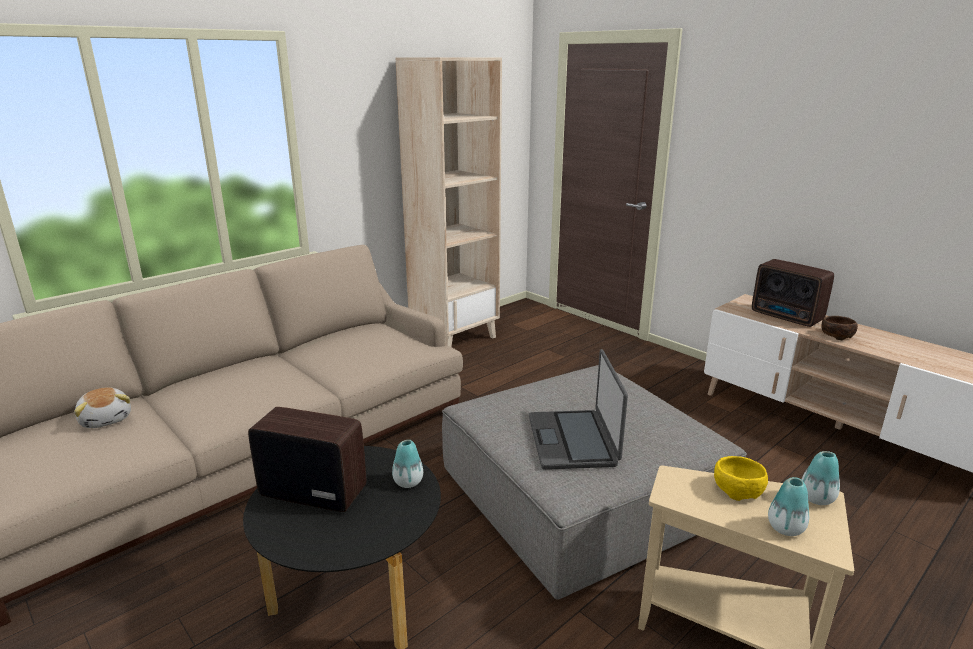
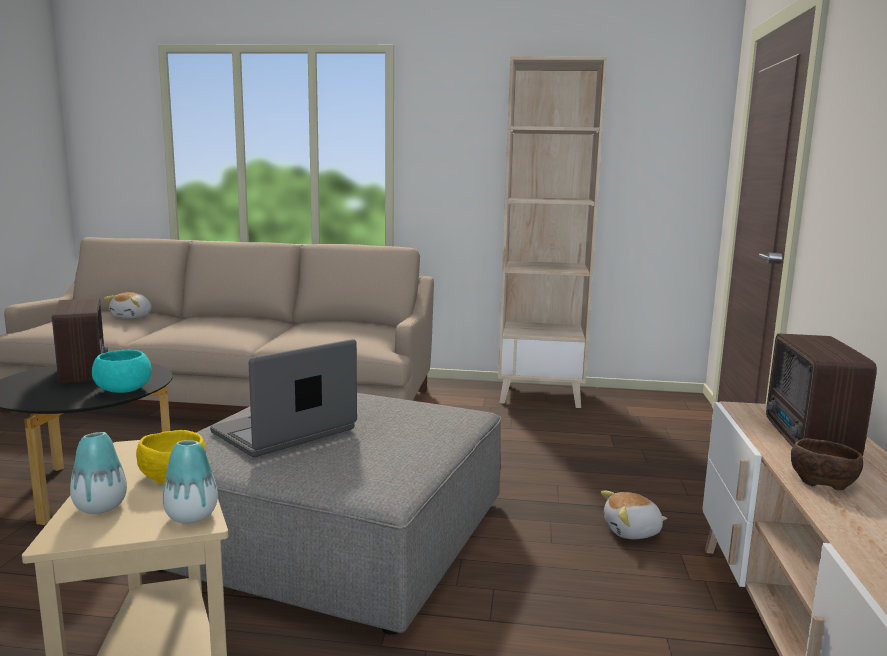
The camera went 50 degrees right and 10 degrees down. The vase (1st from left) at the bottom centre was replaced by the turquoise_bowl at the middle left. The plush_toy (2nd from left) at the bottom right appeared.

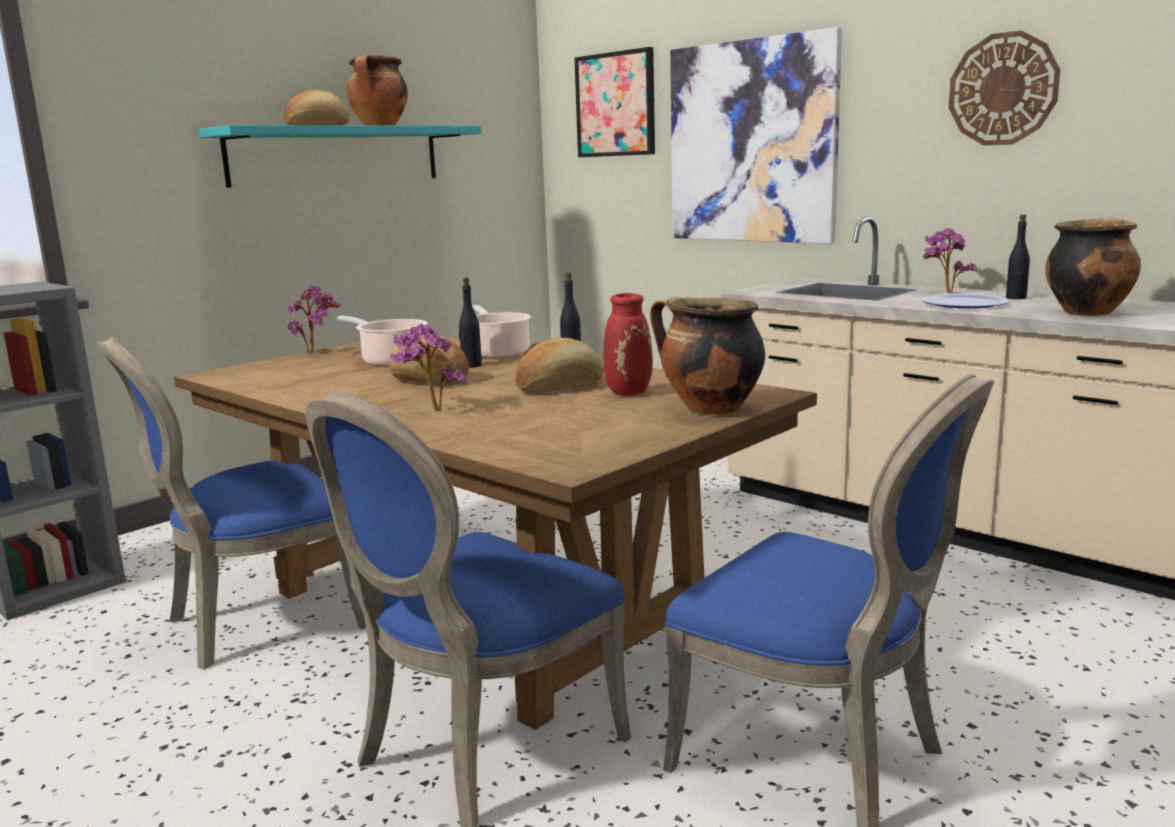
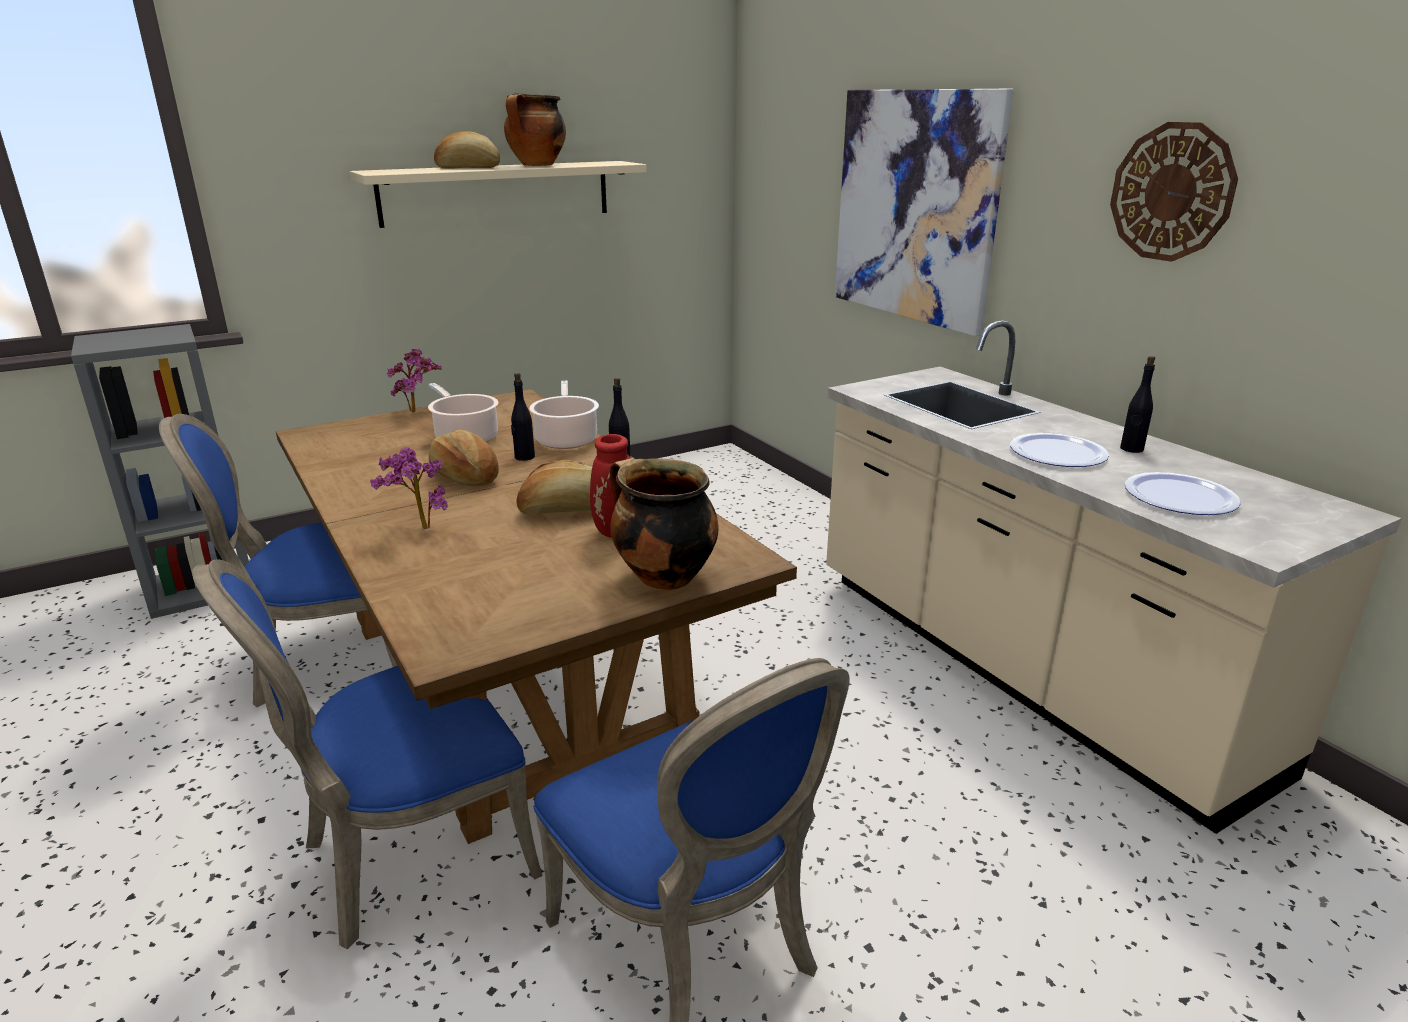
The camera went 15 degrees right and 10 degrees up. The picture (1st from left) at the top centre disappeared. The turquoise_shelf at the top left became the beige_shelf at the top centre. The cooking_pot (5th from left) at the top right was replaced by the plate (2nd from left) at the middle right. The potted_plant (3rd from left) at the top right disappeared.

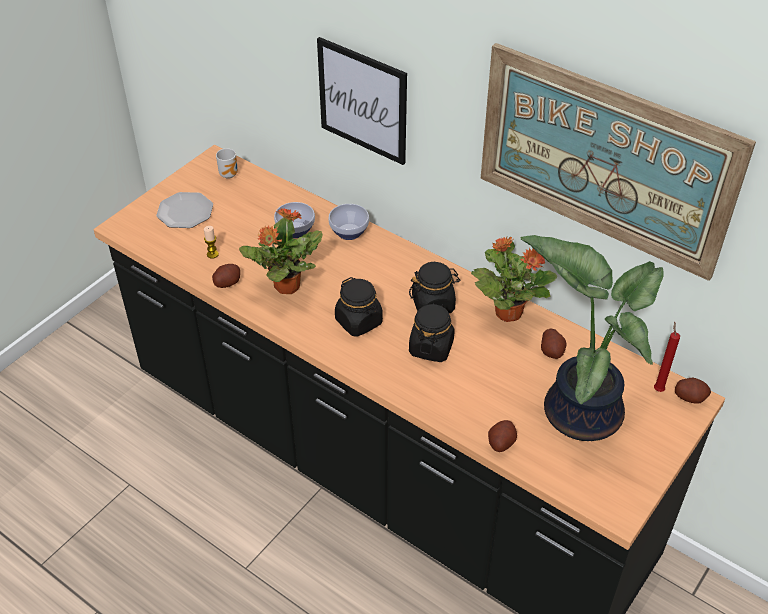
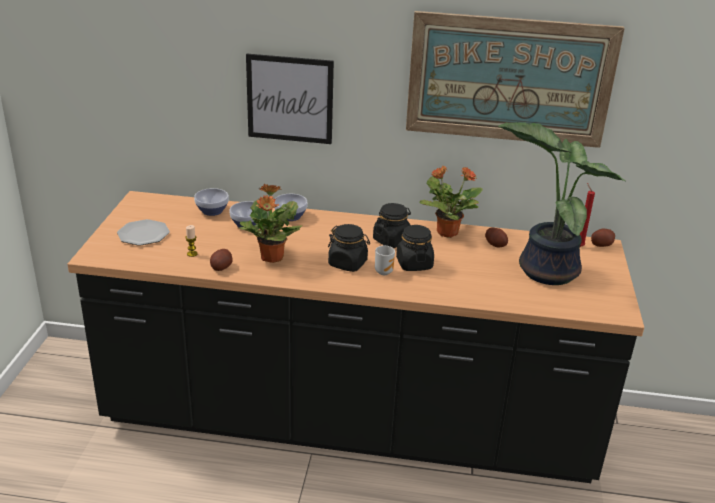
The camera went 30 degrees left and 15 degrees down. The mug moved from the top left to the centre. The potato (2nd from left) at the bottom centre disappeared. The bowl (1st from left) at the middle left appeared.

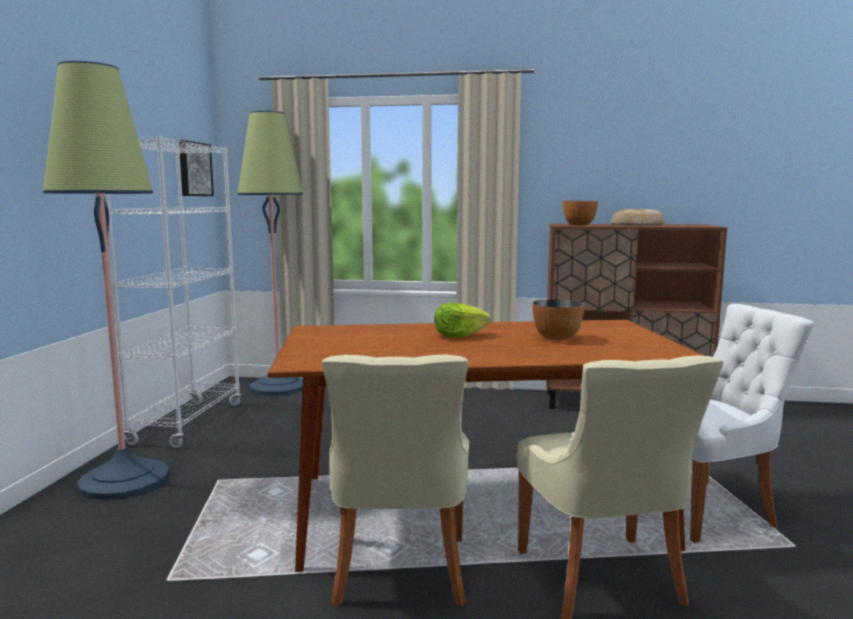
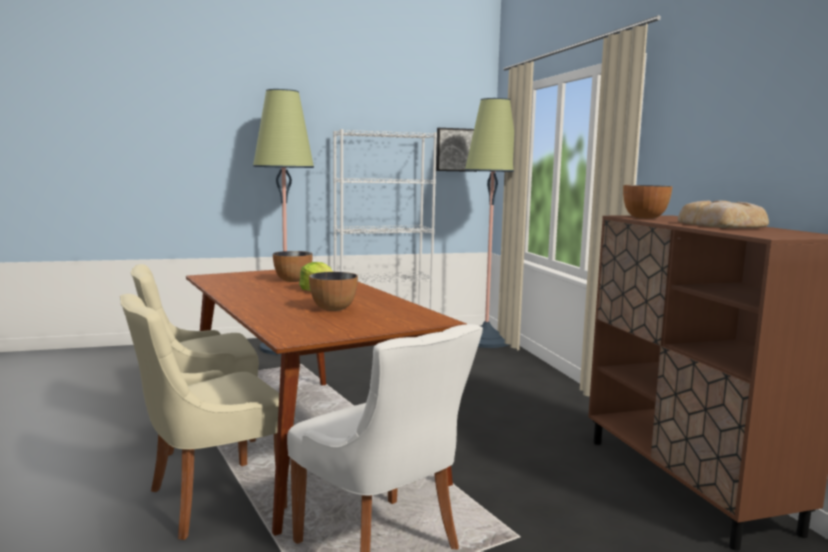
The camera went 65 degrees right and 0 degrees up. The bowl (1st from left) at the centre appeared.

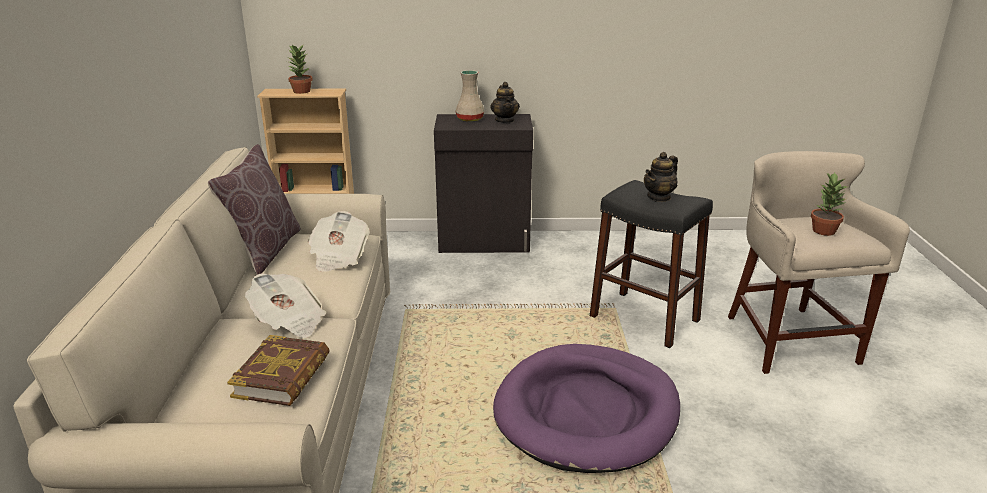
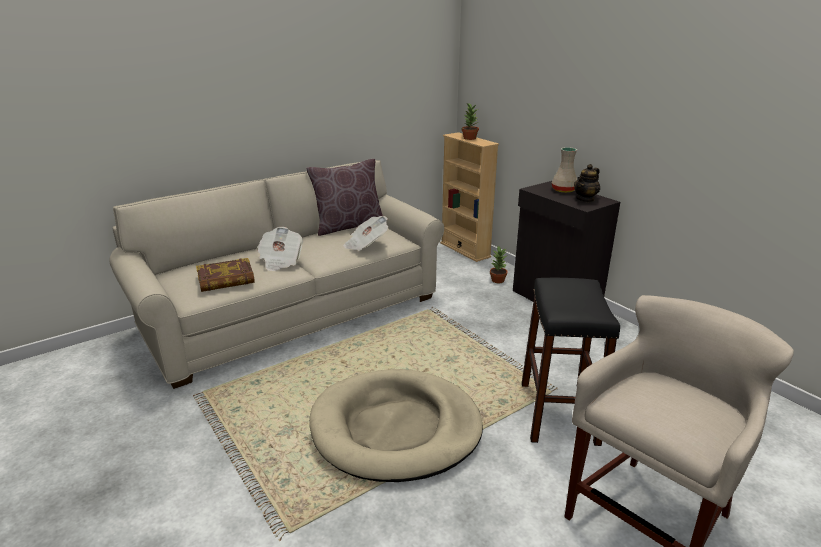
The camera went 55 degrees right and 0 degrees up. The teapot (2nd from left) at the middle right disappeared. The potted_plant (2nd from left) moved from the middle right to the centre. The purple_dog_bed at the bottom centre became the beige_dog_bed at the bottom centre.

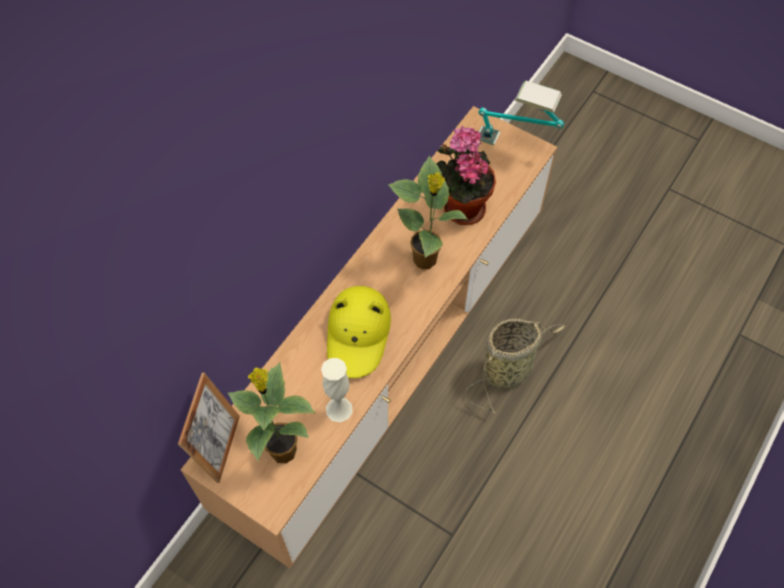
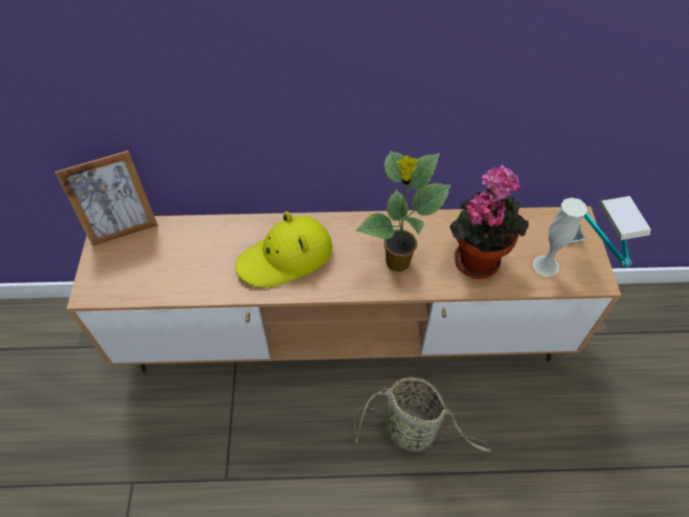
The camera went 55 degrees right and 5 degrees down. The white_vase moved from the centre to the middle right. The potted_plant (1st from left) at the bottom centre disappeared.

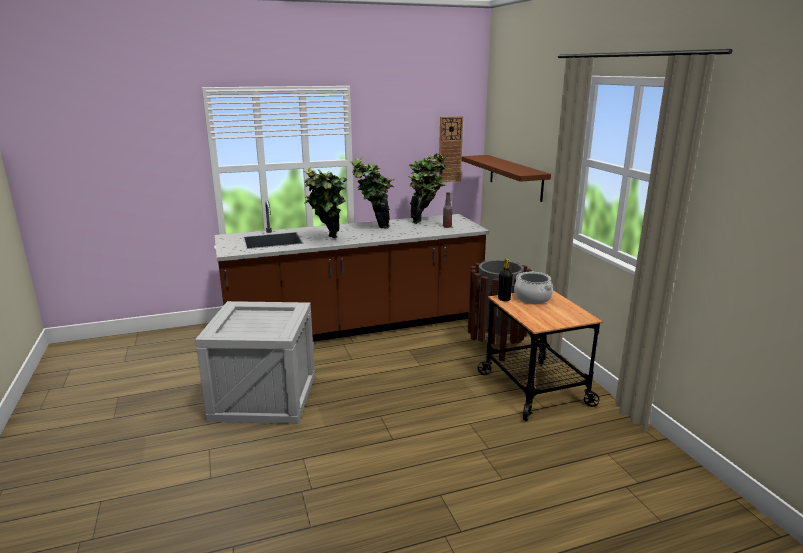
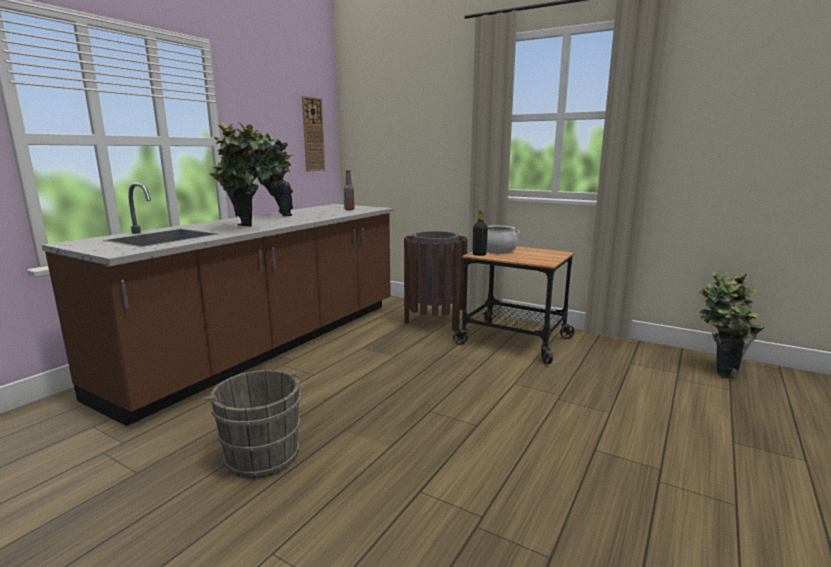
The camera went 40 degrees left and 5 degrees down. The potted_plant (3rd from left) moved from the centre to the middle right. The brown_shelf at the top centre disappeared. The crate at the middle left was replaced by the grey_bucket at the bottom left.

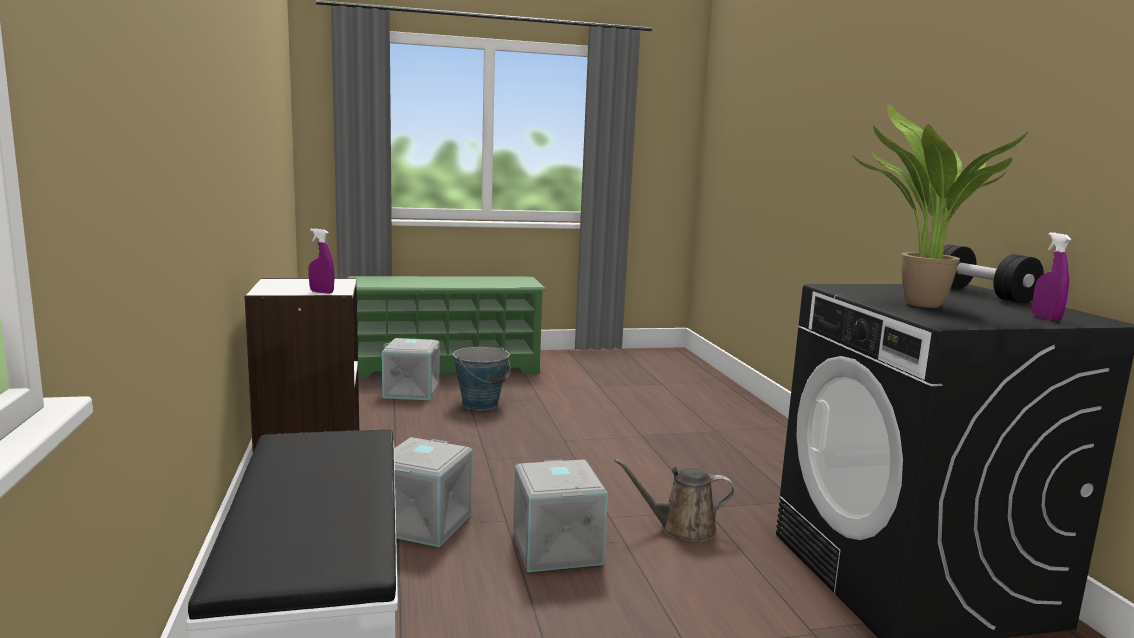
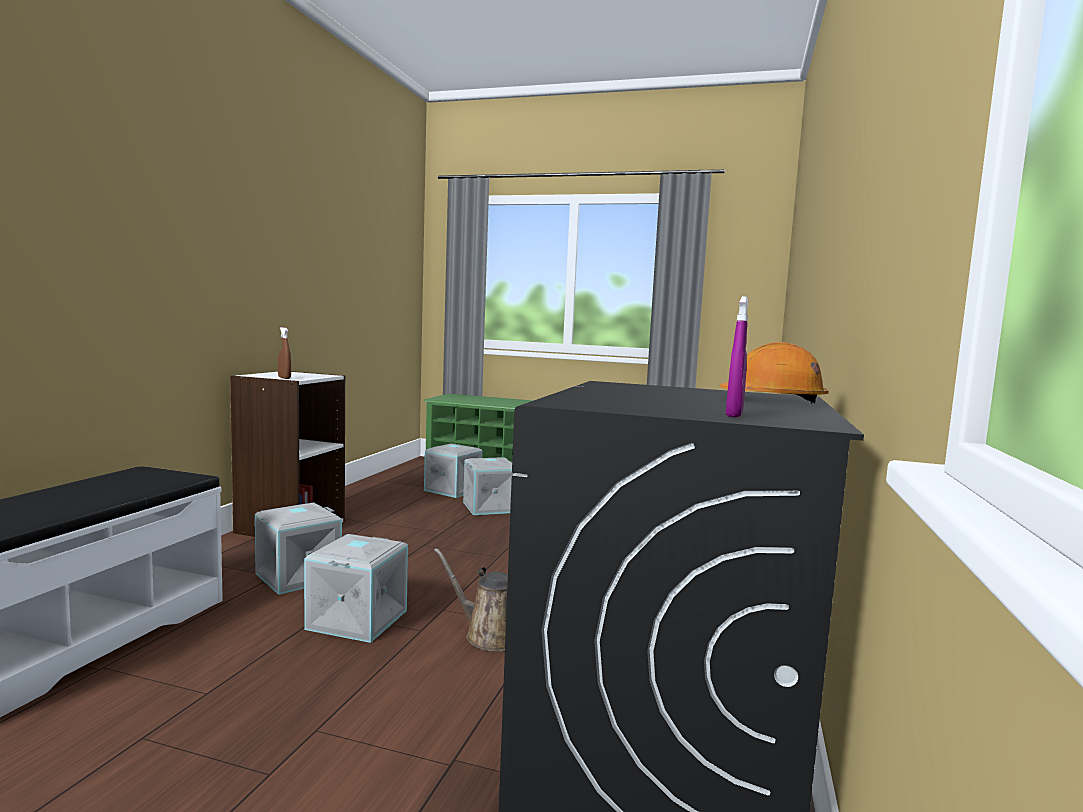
The camera went 30 degrees right and 5 degrees down. The potted_plant at the top right disappeared. The purple_spray_bottle (1st from left) at the middle left became the brown_spray_bottle at the middle left. The black_dumbbell at the middle right was replaced by the orange_hard_hat at the middle right. The bucket at the centre was replaced by the grey_storage_box (4th from left) at the centre.

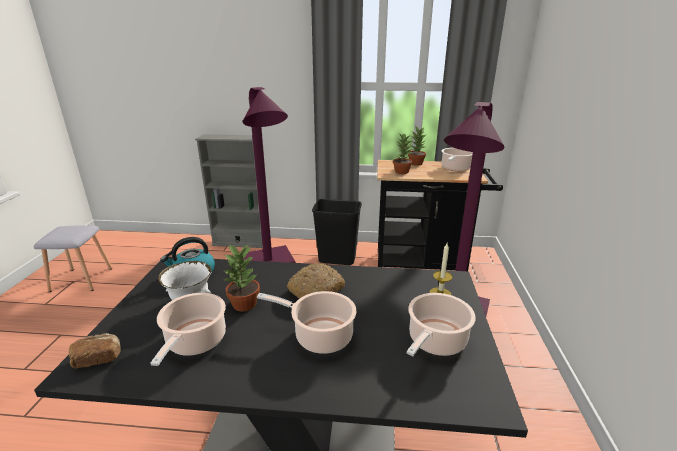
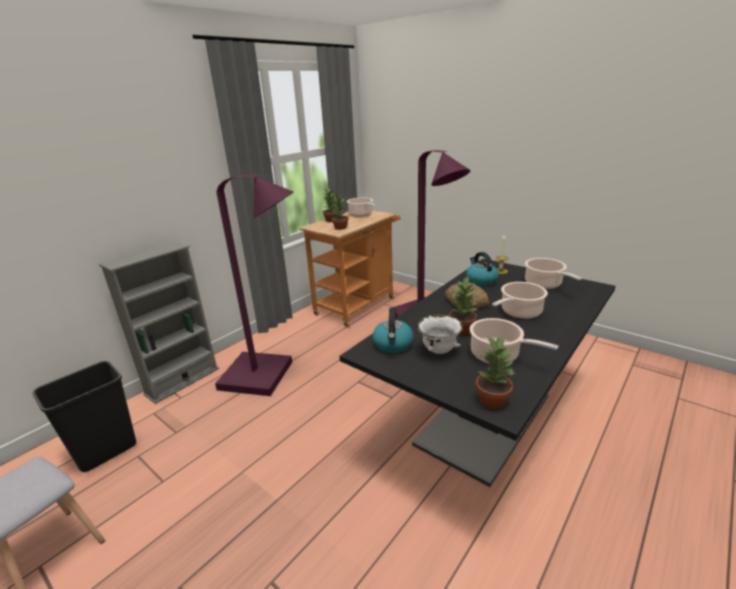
The camera went 55 degrees left and 0 degrees up. The black_cart at the centre became the orange_cart at the centre. The black_trash_can moved from the centre to the bottom left. The bread (1st from left) at the bottom left was replaced by the potted_plant (4th from left) at the middle right. The kettle (2nd from left) at the centre appeared.

